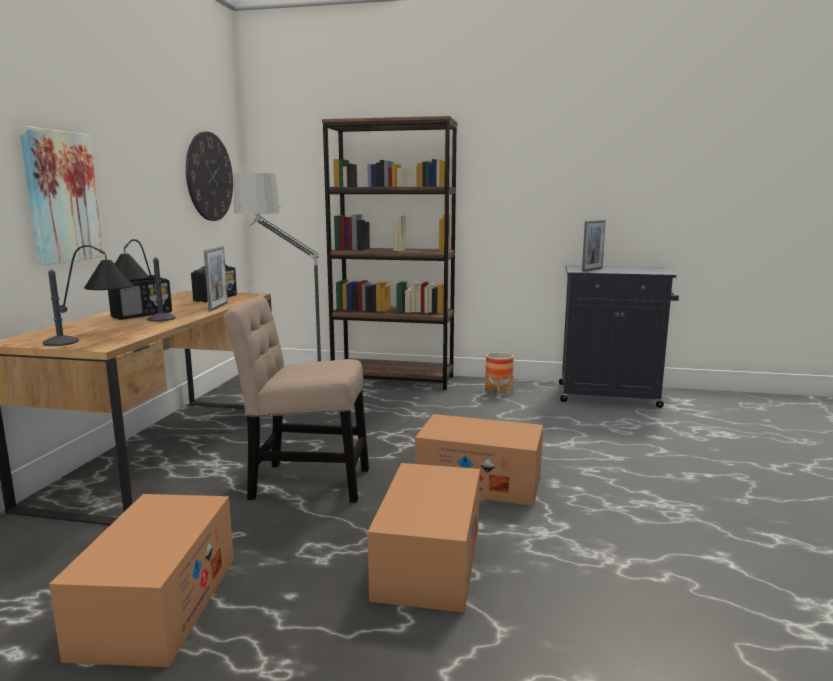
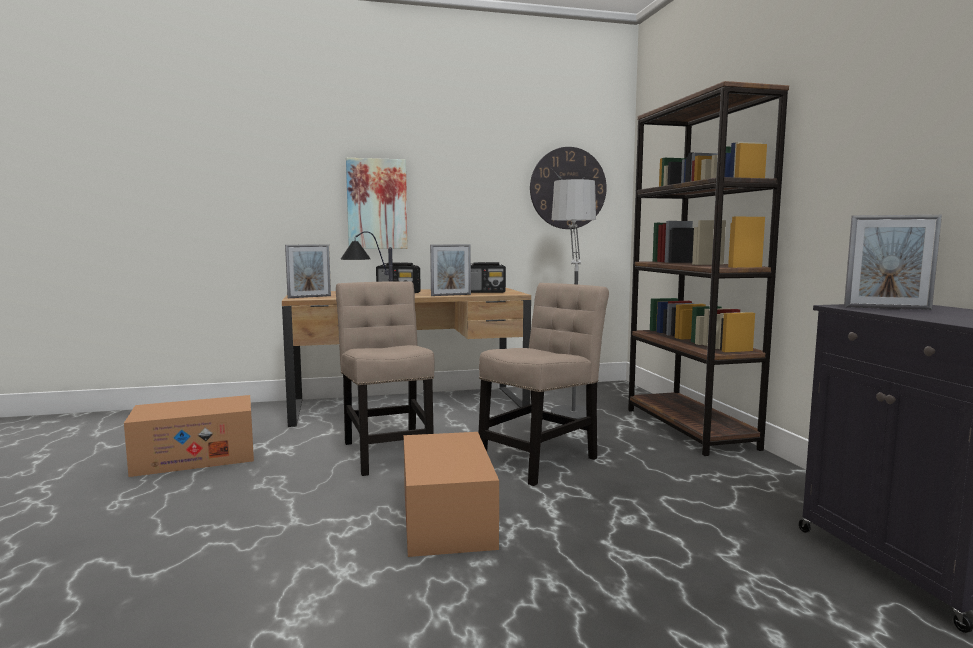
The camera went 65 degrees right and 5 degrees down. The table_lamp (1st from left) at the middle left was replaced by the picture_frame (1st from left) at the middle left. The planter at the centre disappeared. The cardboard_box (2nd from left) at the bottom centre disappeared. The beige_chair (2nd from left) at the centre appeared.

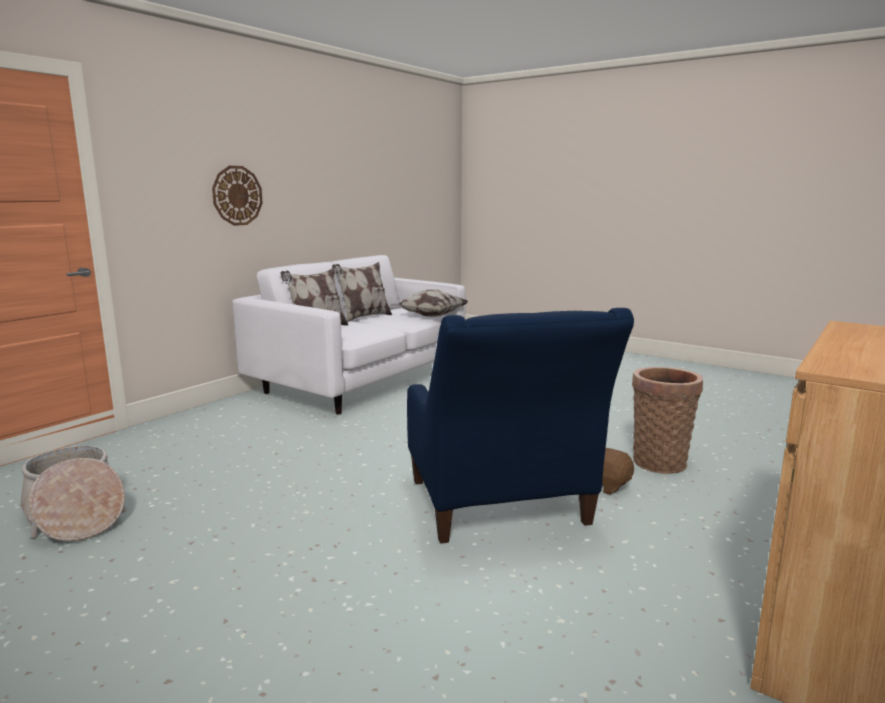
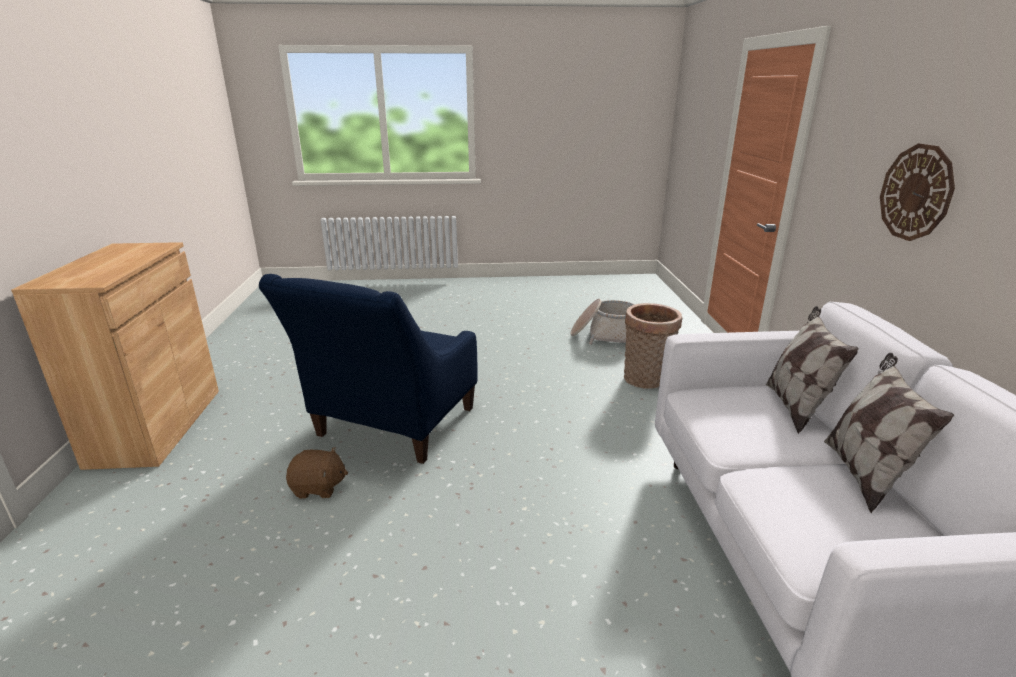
The camera went 140 degrees right and 10 degrees up. The pillow (3rd from left) at the centre disappeared. The blue_armchair at the centre turned 105 degrees counterclockwise. The basket (2nd from left) moved from the middle right to the centre.

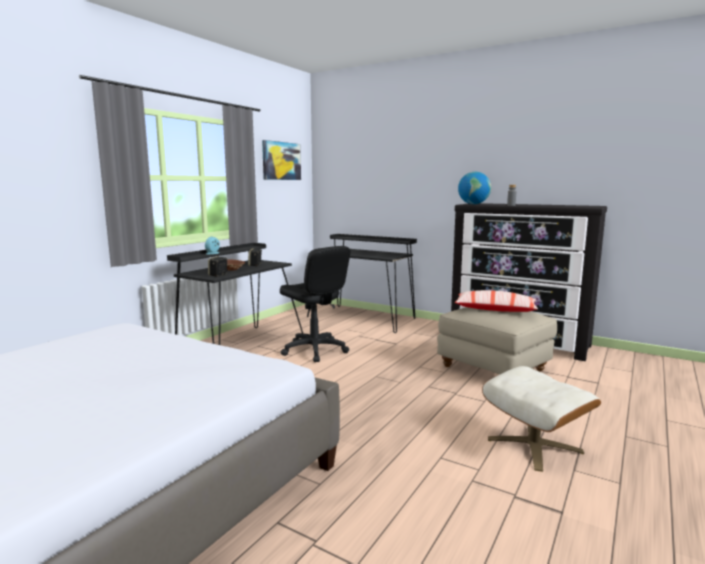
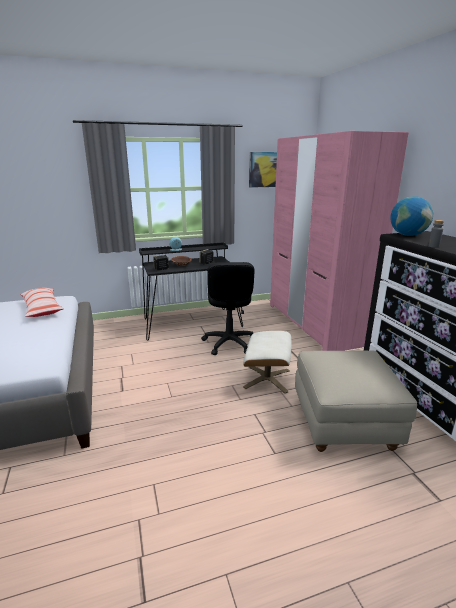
The camera went 40 degrees right and 10 degrees up. The black_desk (2nd from left) at the centre was replaced by the pink_wardrobe at the middle right. The pillow moved from the middle right to the middle left. The beige_ottoman (2nd from left in the first image) moved from the bottom right to the centre.

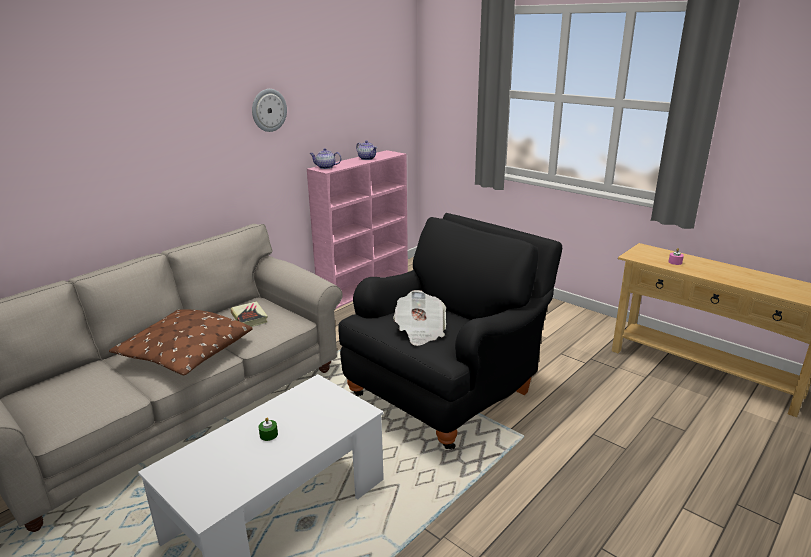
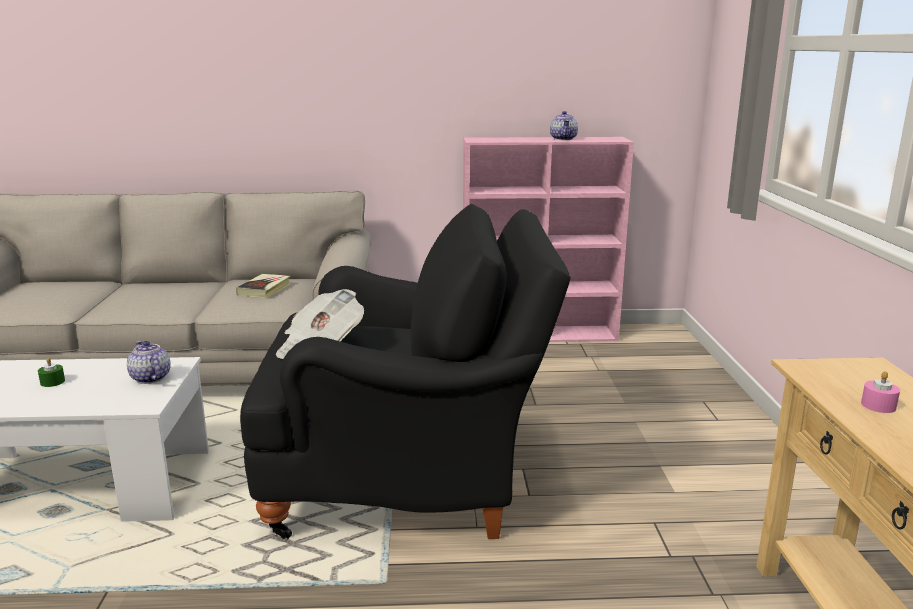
The camera went 45 degrees right and 5 degrees down. The wall_clock at the top left disappeared. The teapot (1st from left) moved from the top centre to the middle left. The brown_pillow at the middle left disappeared.

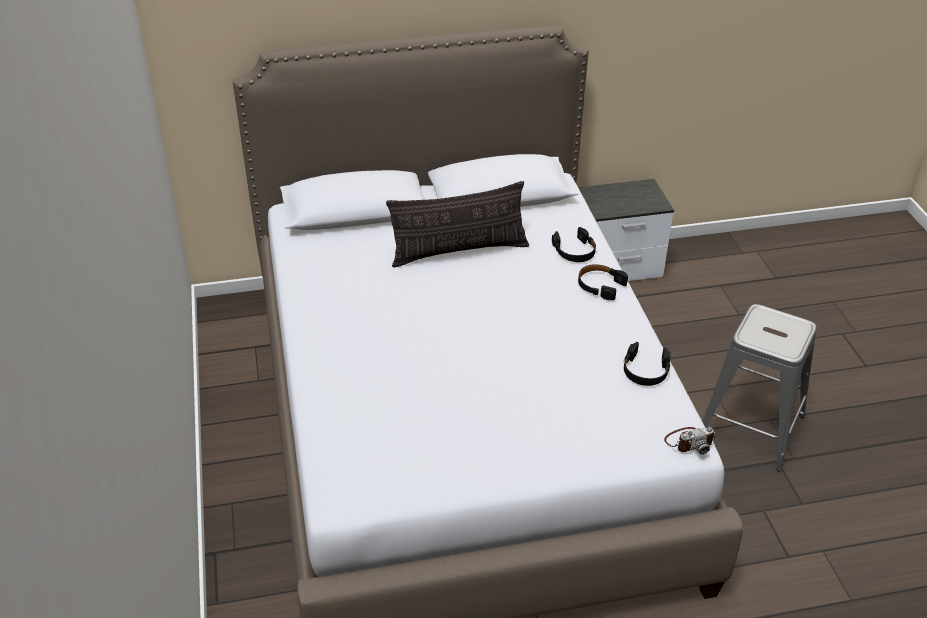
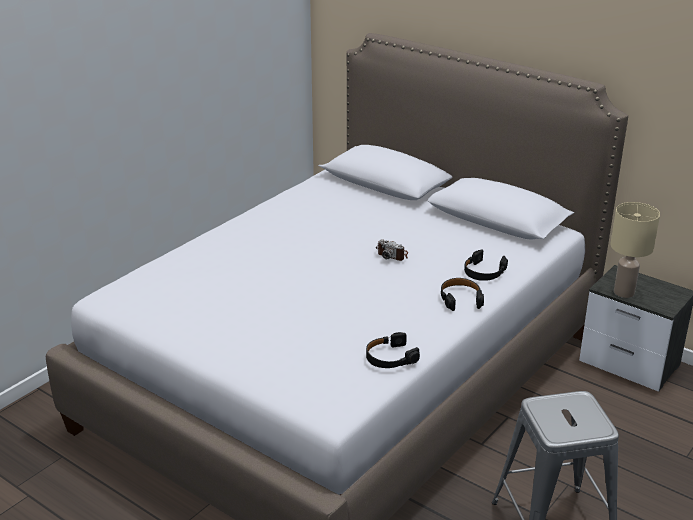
The camera went 50 degrees right and 10 degrees down. The pillow at the centre disappeared. The photo_camera moved from the bottom right to the centre. The beige_table_lamp at the middle right appeared.

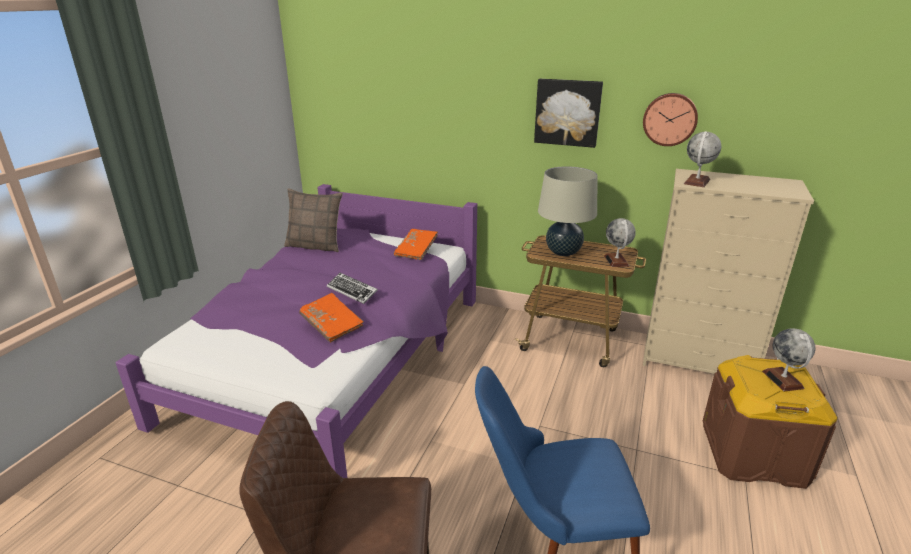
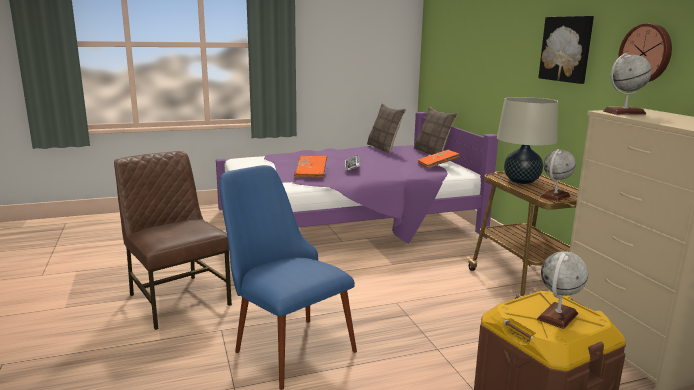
The camera went 50 degrees right and 10 degrees down. The pillow (2nd from left) at the centre appeared.

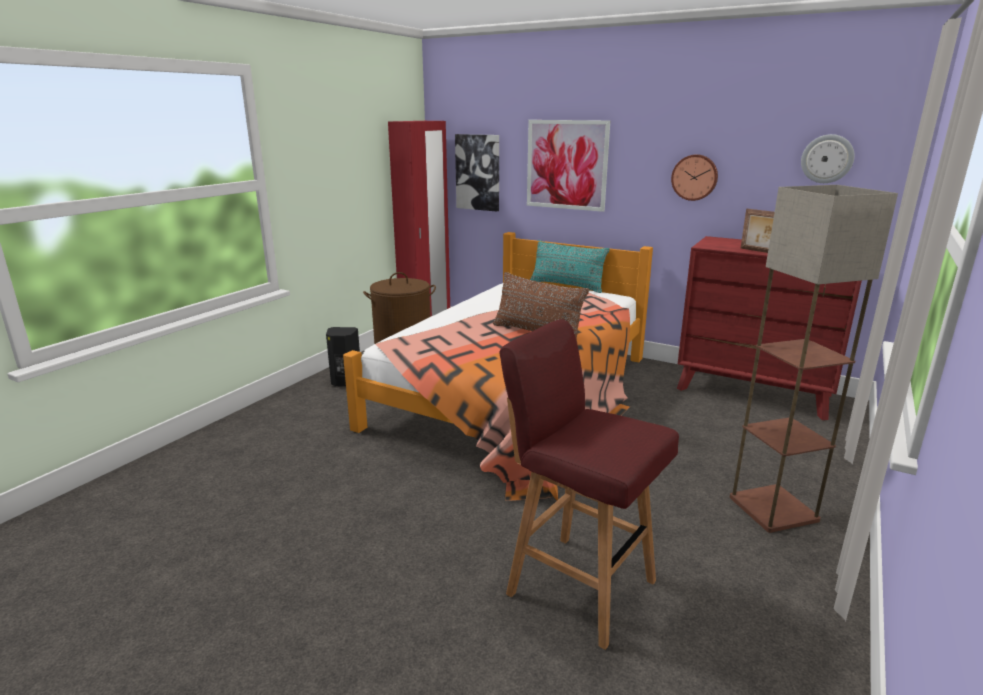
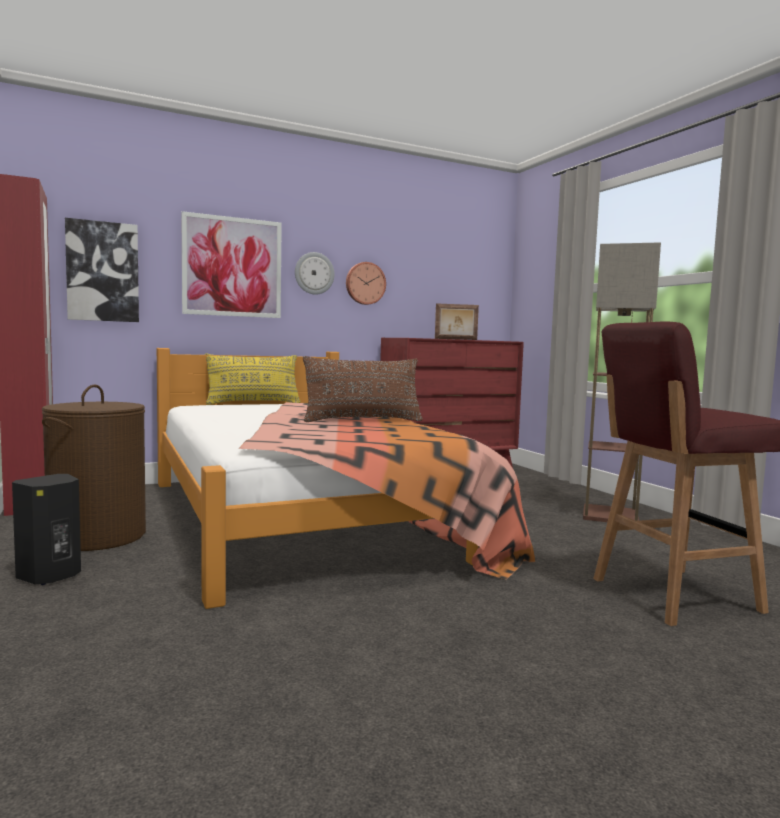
The camera went 55 degrees left and 15 degrees down. The wall_clock (2nd from left in the first image) moved from the top right to the centre. The turquoise_pillow at the centre became the yellow_pillow at the middle left.

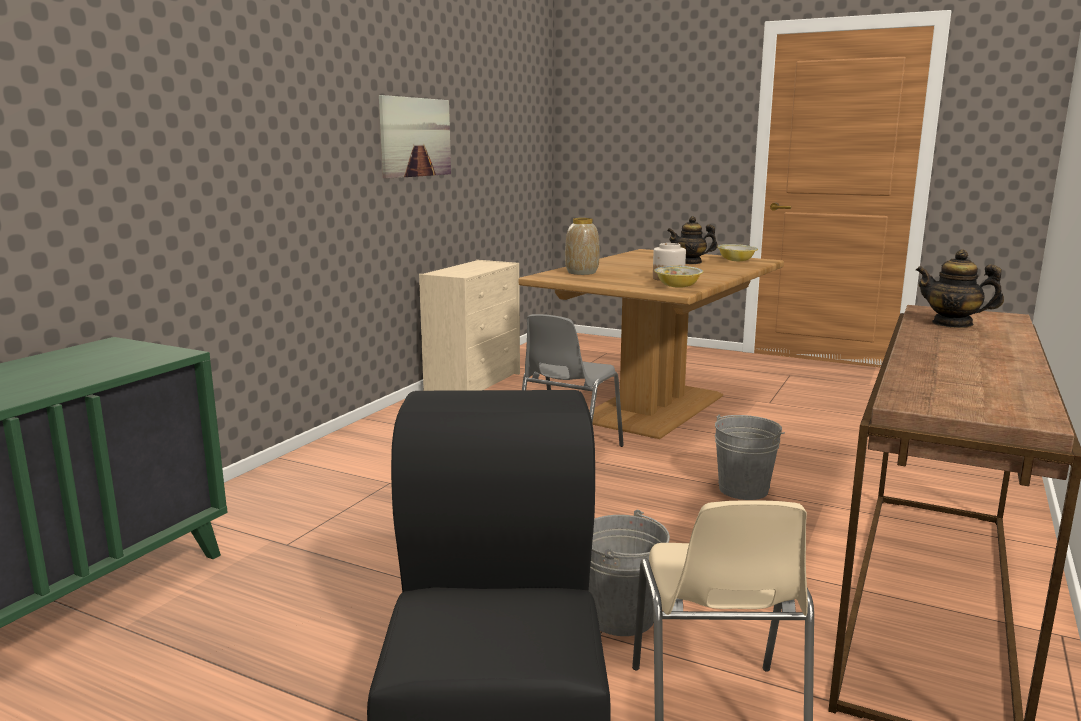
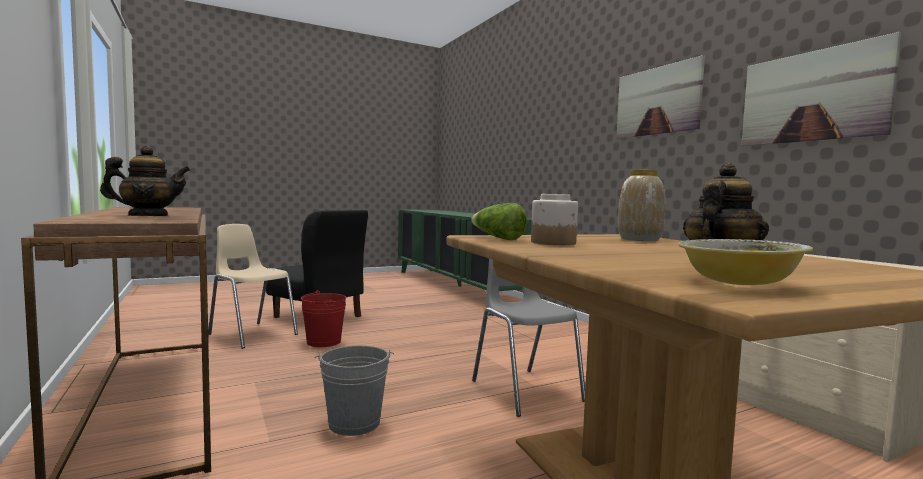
The camera went 125 degrees right and 10 degrees down. The bowl (1st from left) at the centre was replaced by the lettuce at the centre. The grey_bucket (1st from left) at the bottom centre became the red_bucket at the centre. The picture (1st from left) at the top right appeared.

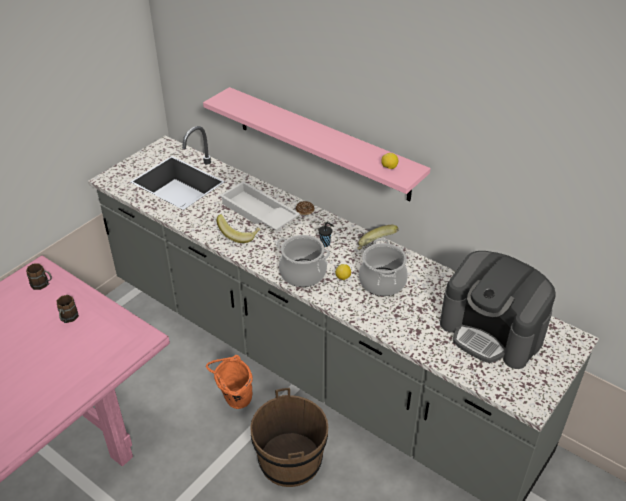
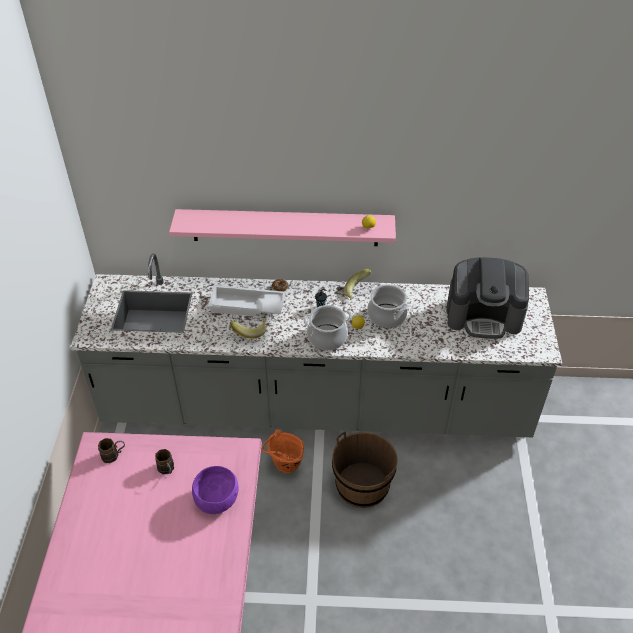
The camera went 35 degrees left and 5 degrees up. The purple_bowl at the bottom centre appeared.

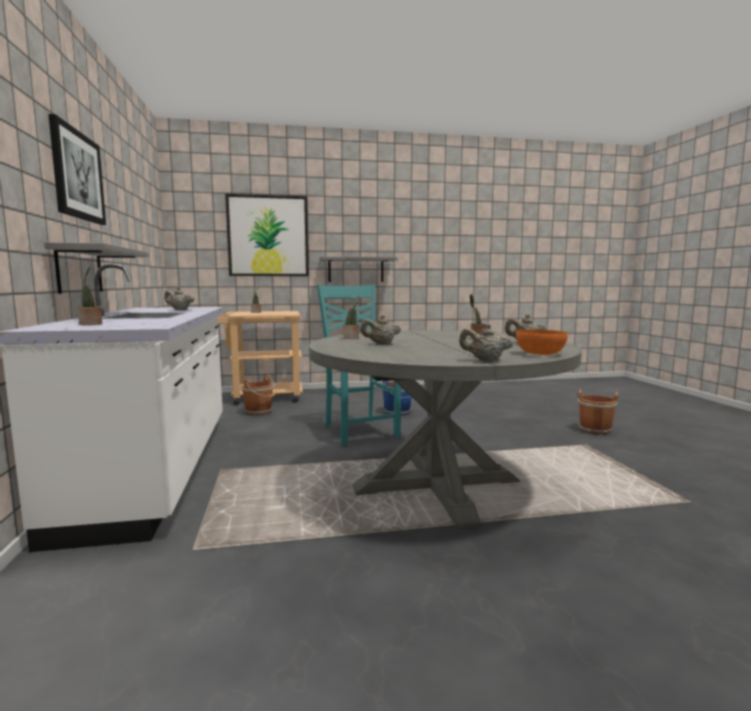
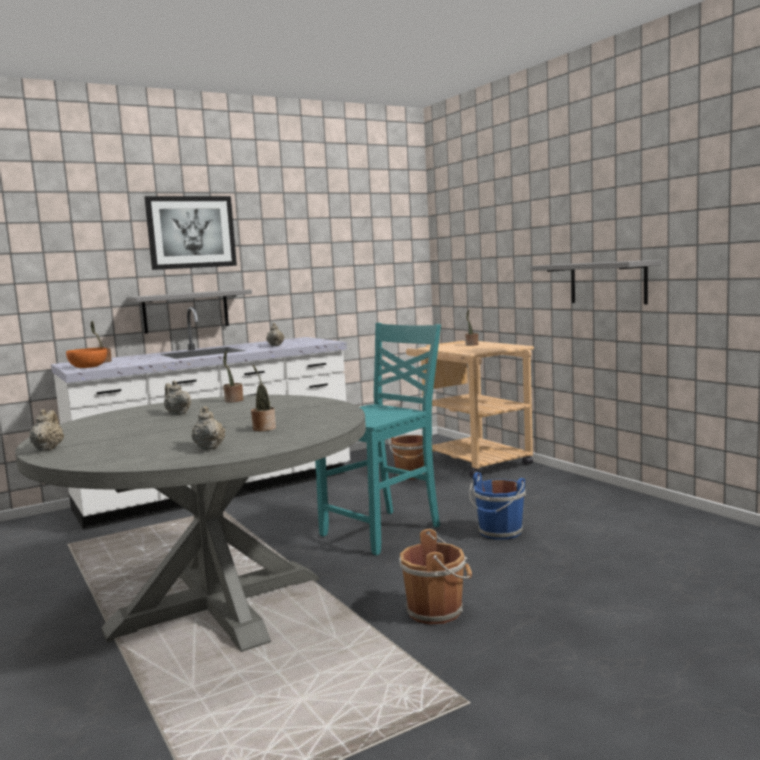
The camera went 70 degrees right and 0 degrees up. The picture (2nd from left) at the top centre disappeared. The orange_bowl moved from the middle right to the middle left. The brown_bucket (2nd from left) moved from the middle right to the bottom centre.

